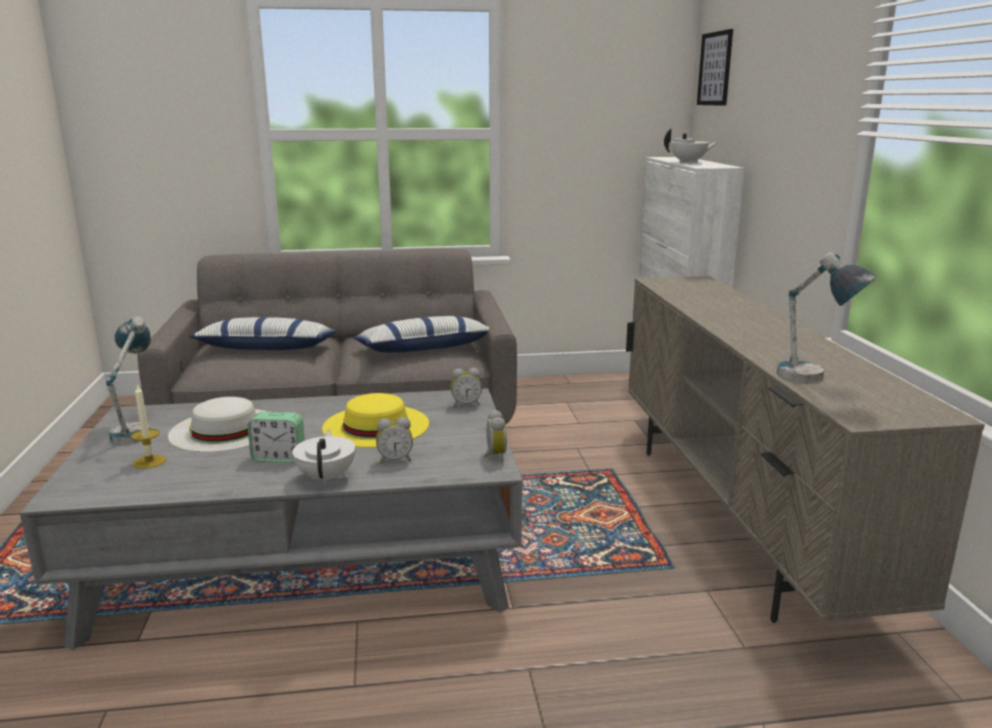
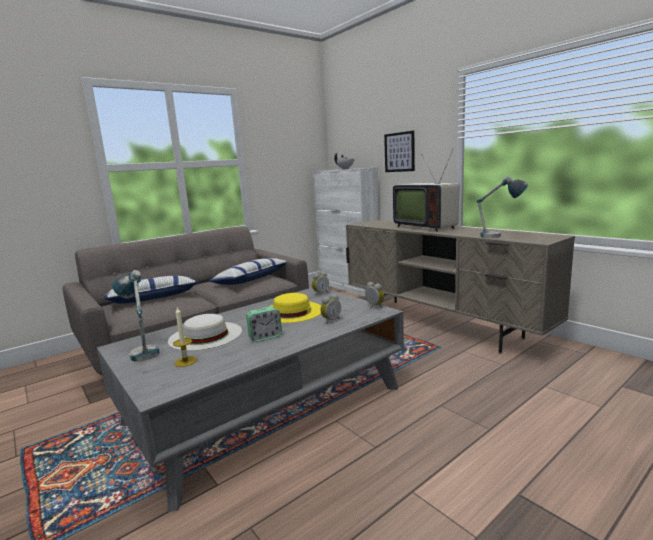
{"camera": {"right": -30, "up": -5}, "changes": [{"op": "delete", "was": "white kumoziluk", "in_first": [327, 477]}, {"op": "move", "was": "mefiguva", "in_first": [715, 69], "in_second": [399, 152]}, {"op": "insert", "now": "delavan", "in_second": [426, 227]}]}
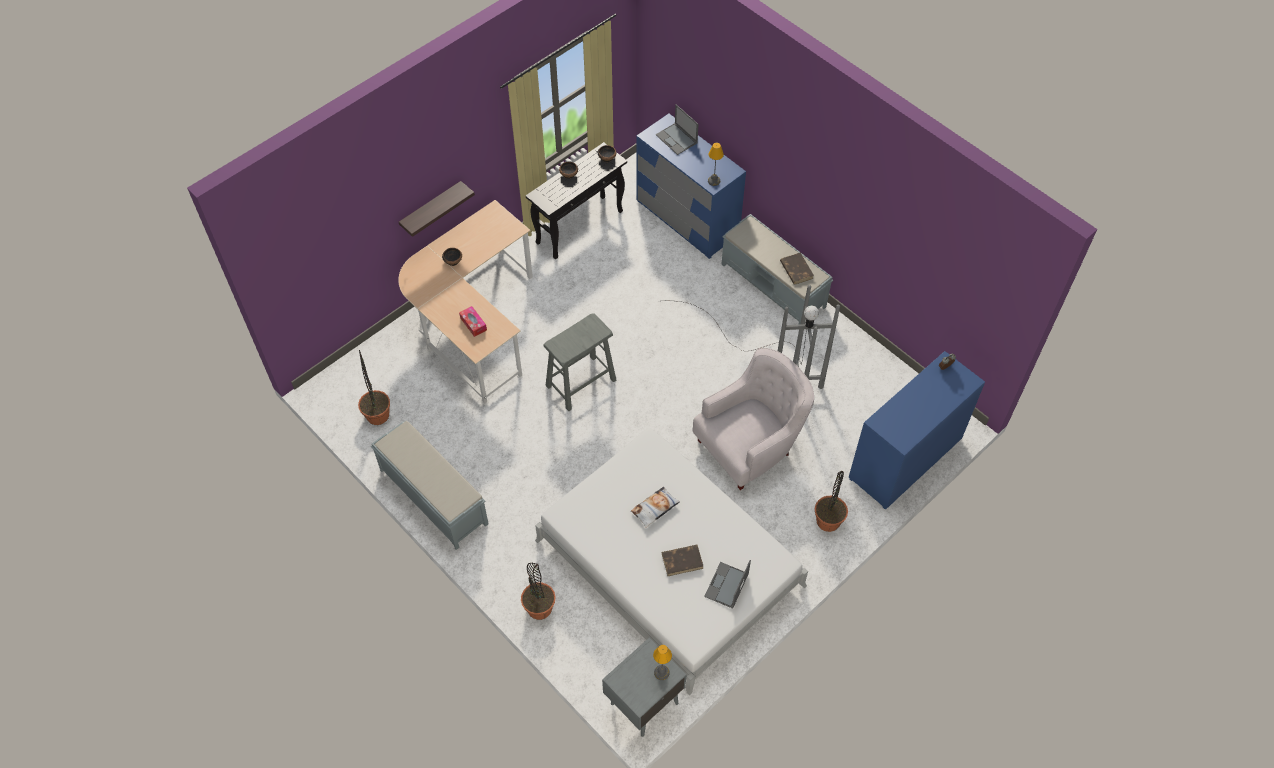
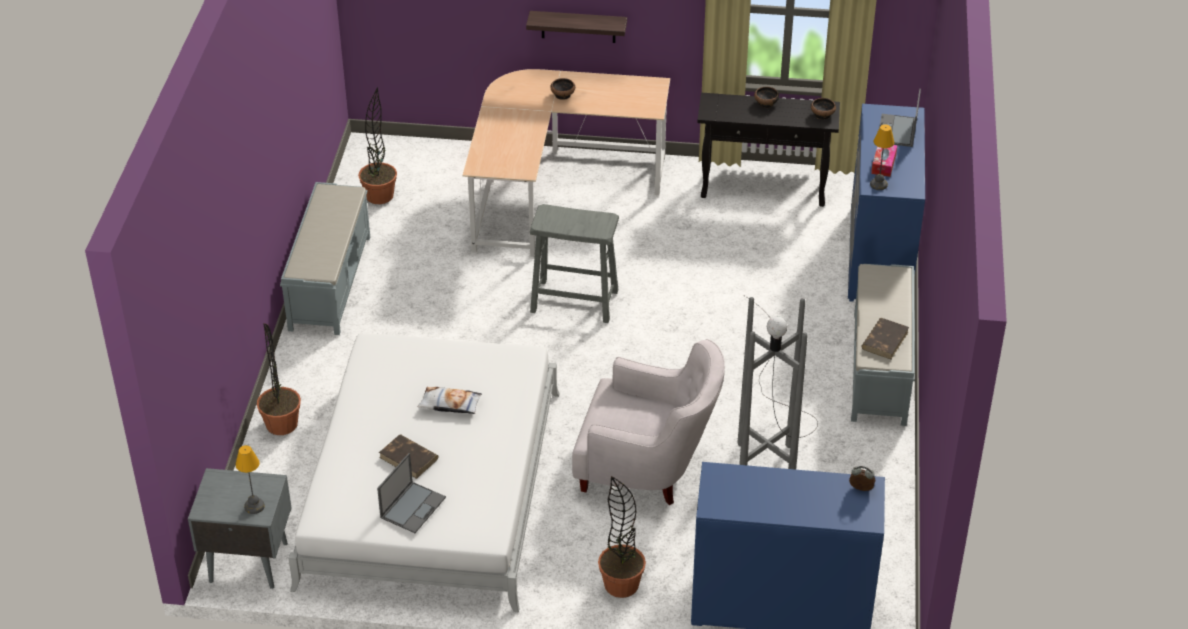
{"camera": {"right": 50, "up": -15}, "changes": [{"op": "move", "was": "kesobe", "in_first": [473, 324], "in_second": [883, 164]}, {"op": "rotate", "was": "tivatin", "in_first": [726, 586], "in_second": [413, 507], "clockwise": 135}]}
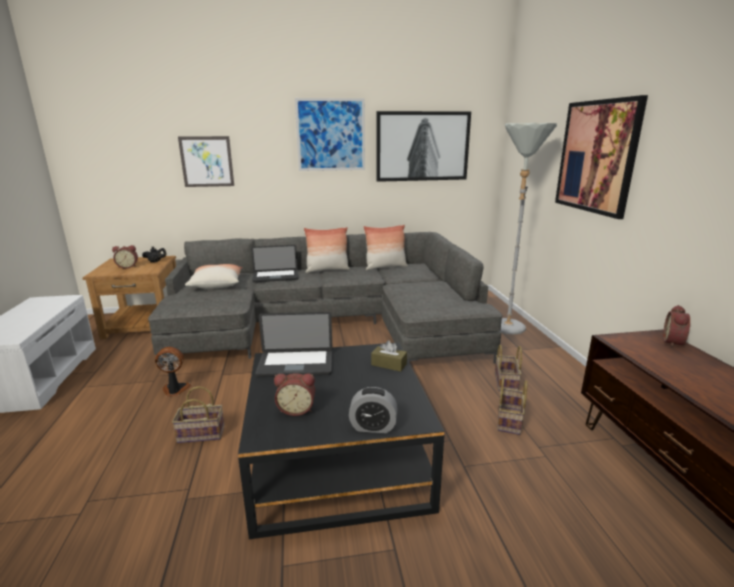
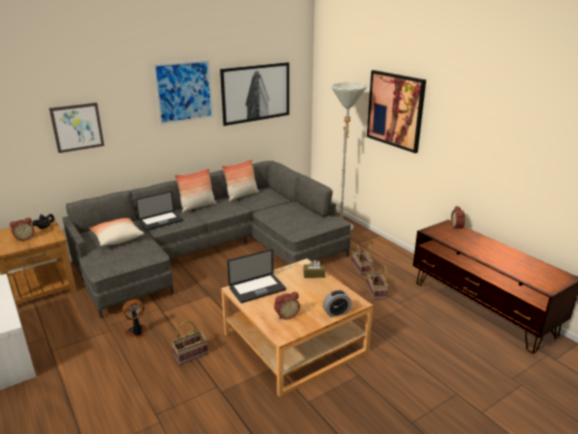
{"camera": {"right": -25, "up": 5}, "changes": [{"op": "recolor", "was": "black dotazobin", "now": "beige dotazobin", "in_first": [337, 459], "in_second": [294, 342]}]}
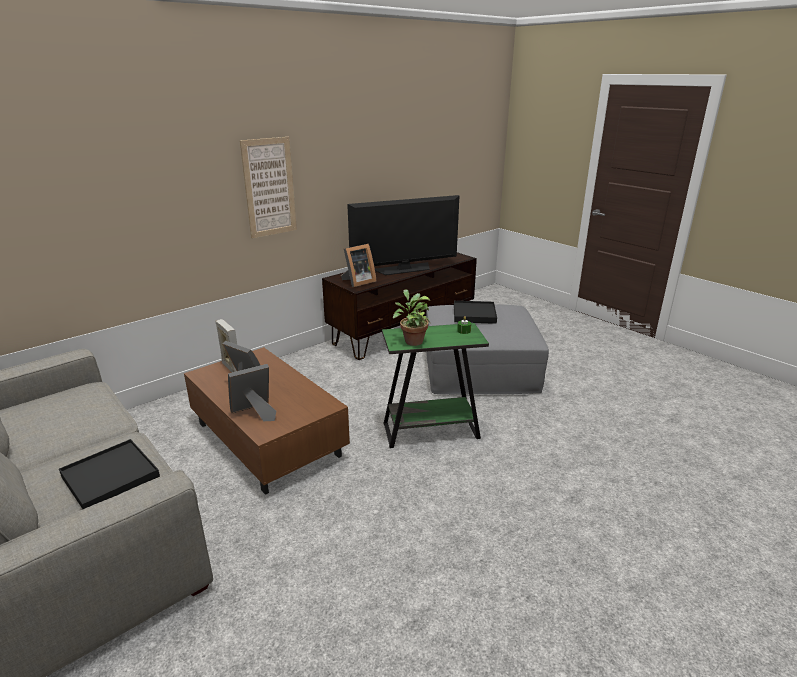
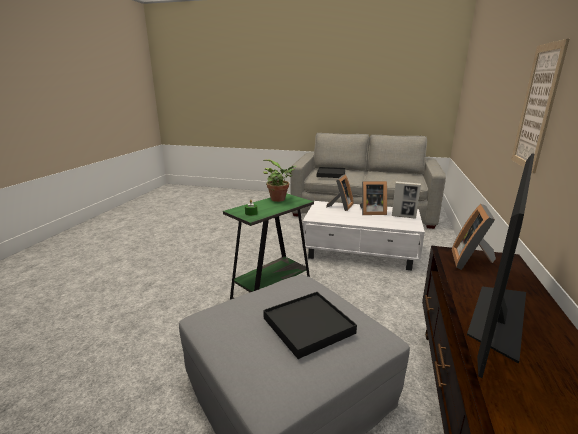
{"camera": {"right": 145, "up": -5}, "changes": [{"op": "recolor", "was": "brown dotazobin", "now": "white dotazobin", "in_first": [267, 438], "in_second": [361, 251]}]}
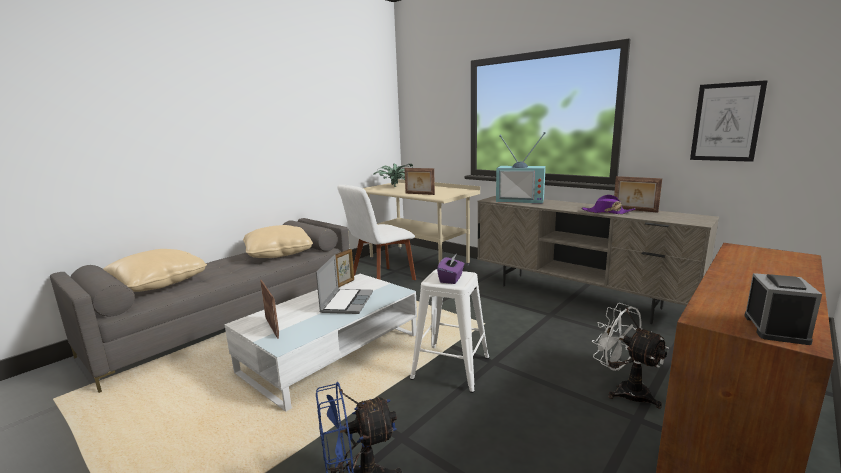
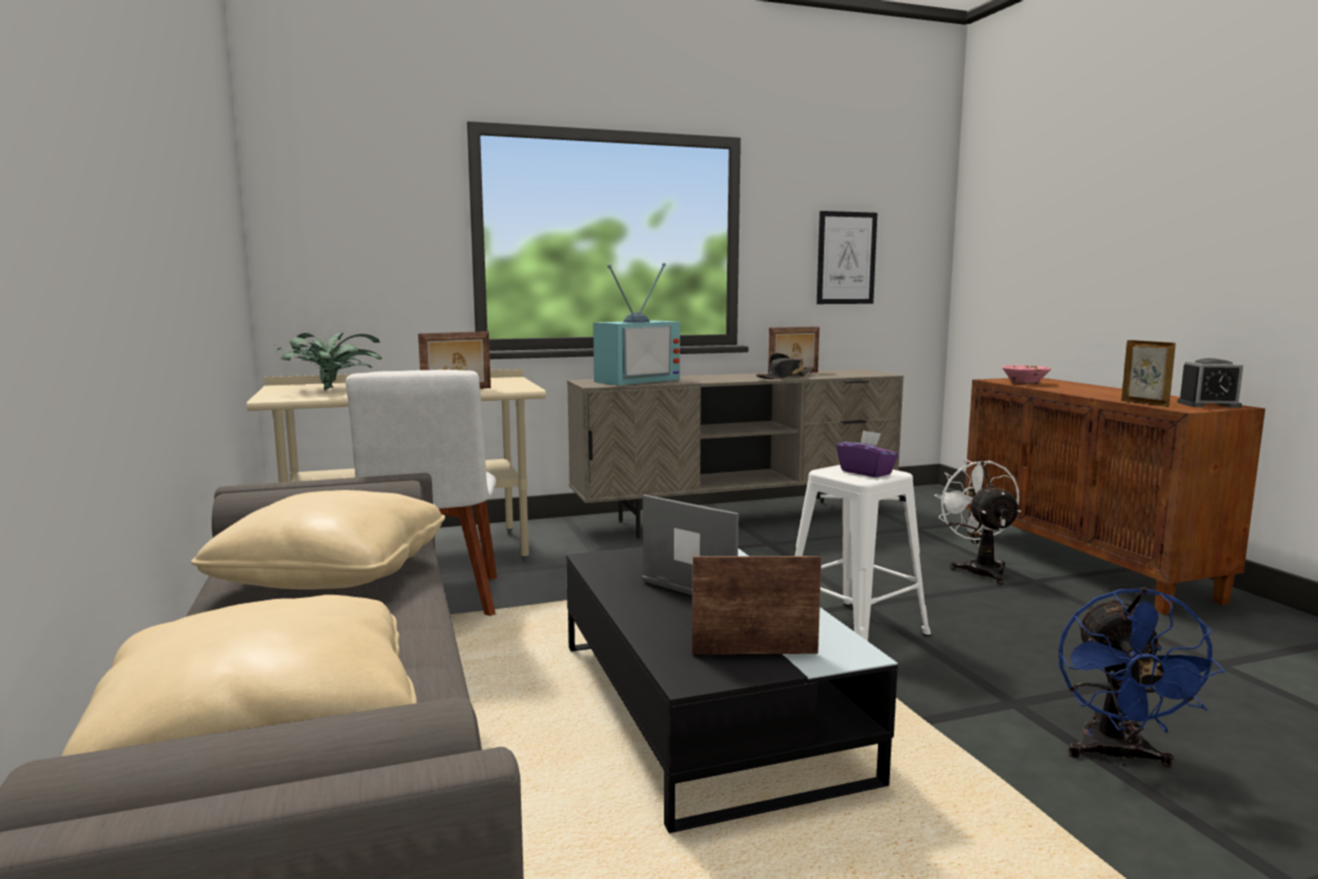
{"camera": {"right": -60, "up": -5}, "changes": [{"op": "recolor", "was": "white dotazobin", "now": "black dotazobin", "in_first": [331, 353], "in_second": [703, 707]}, {"op": "move", "was": "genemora", "in_first": [345, 284], "in_second": [1145, 404]}, {"op": "recolor", "was": "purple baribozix", "now": "black baribozix", "in_first": [607, 212], "in_second": [785, 377]}, {"op": "rotate", "was": "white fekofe", "in_first": [625, 390], "in_second": [979, 569], "clockwise": 90}, {"op": "rotate", "was": "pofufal", "in_first": [775, 329], "in_second": [1208, 405], "clockwise": 135}, {"op": "insert", "now": "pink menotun", "in_second": [1025, 383]}]}
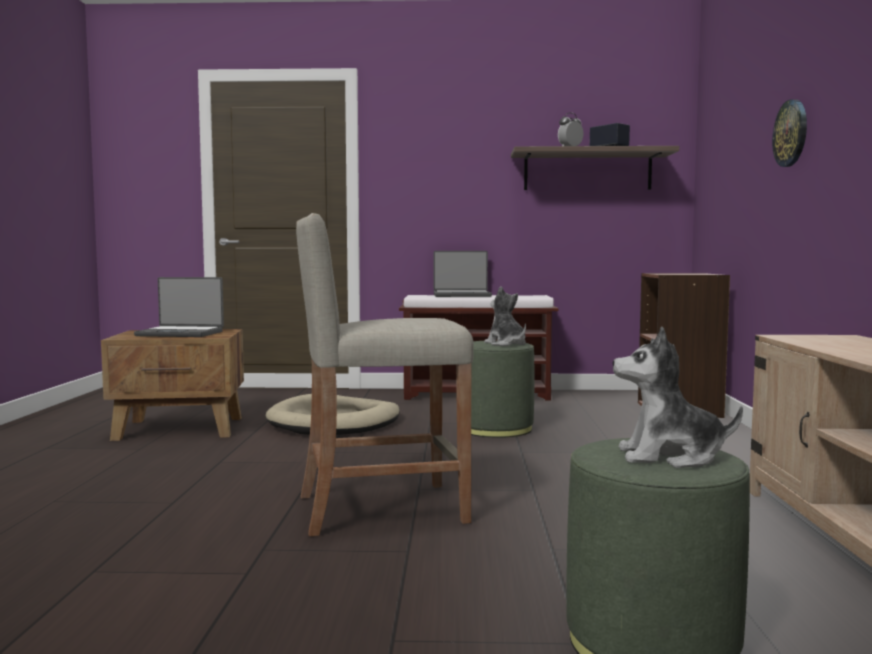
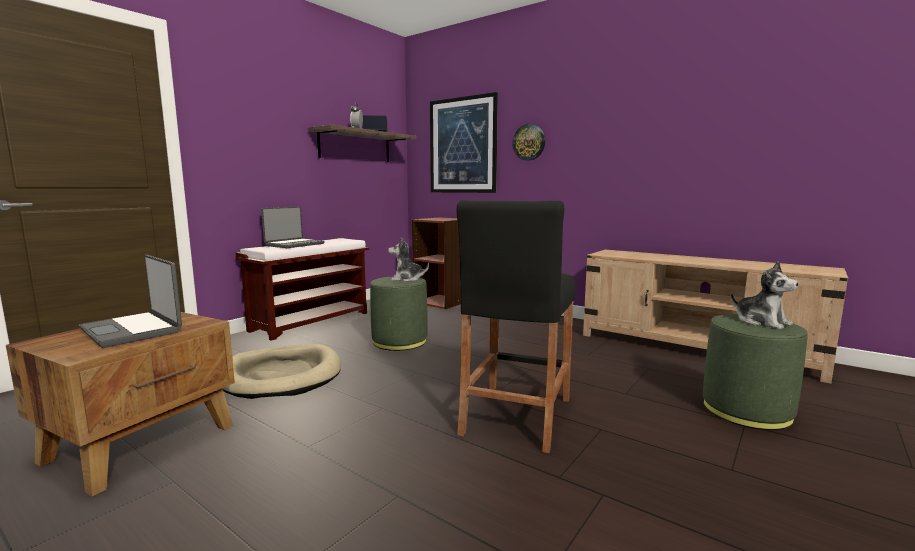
{"camera": {"right": -55, "up": 5}, "changes": [{"op": "rotate", "was": "tivatin", "in_first": [181, 333], "in_second": [133, 330], "clockwise": 90}, {"op": "recolor", "was": "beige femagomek", "now": "black femagomek", "in_first": [381, 508], "in_second": [516, 415]}, {"op": "rotate", "was": "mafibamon", "in_first": [670, 457], "in_second": [761, 322], "clockwise": -75}, {"op": "insert", "now": "mefiguva", "in_second": [462, 145]}]}
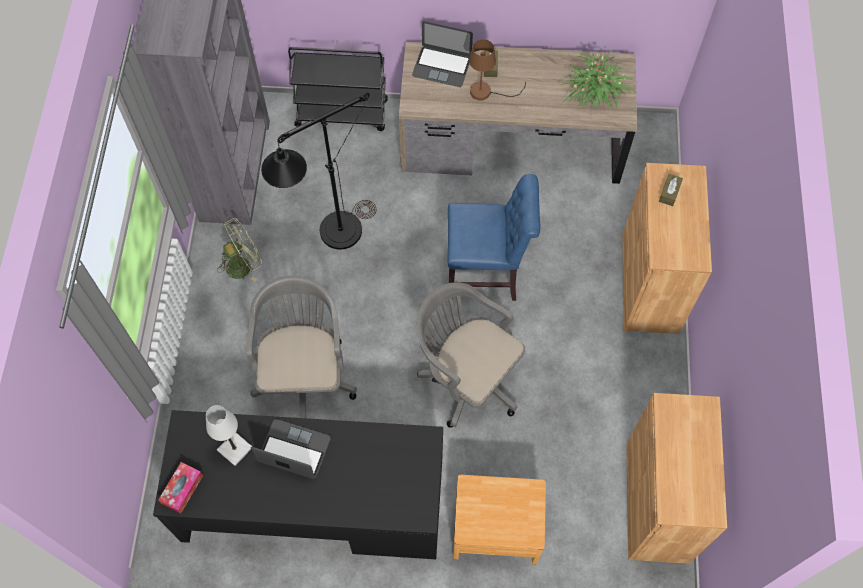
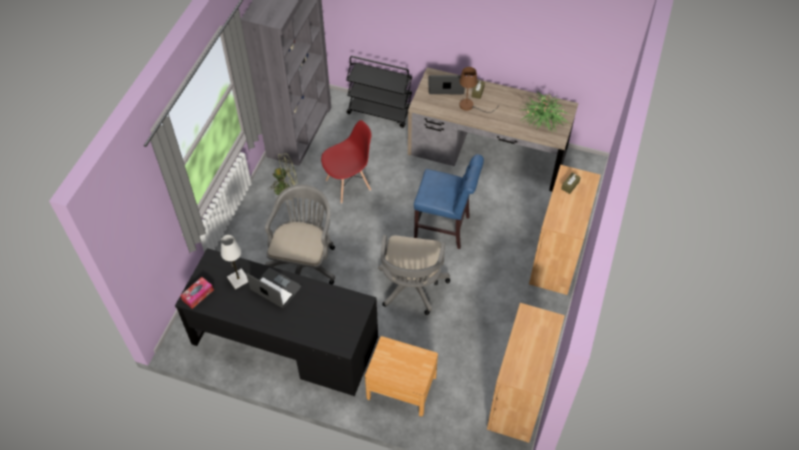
{"camera": {"right": 15, "up": -10}, "changes": [{"op": "replace", "was": "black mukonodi", "now": "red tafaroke", "in_first": [331, 238], "in_second": [348, 185]}, {"op": "rotate", "was": "tivatin", "in_first": [442, 66], "in_second": [446, 86], "clockwise": 150}, {"op": "rotate", "was": "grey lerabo", "in_first": [466, 377], "in_second": [411, 288], "clockwise": -135}]}
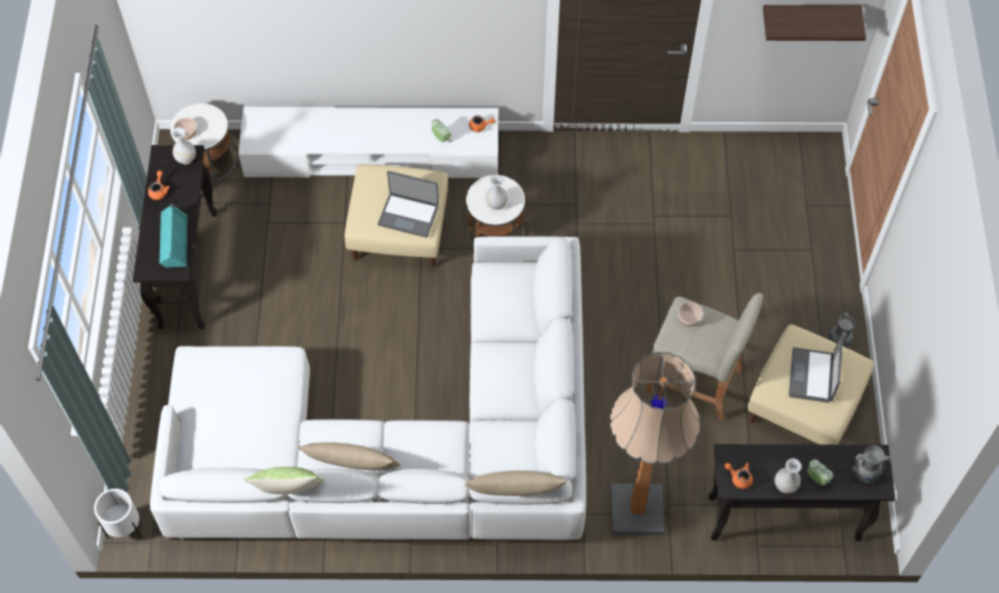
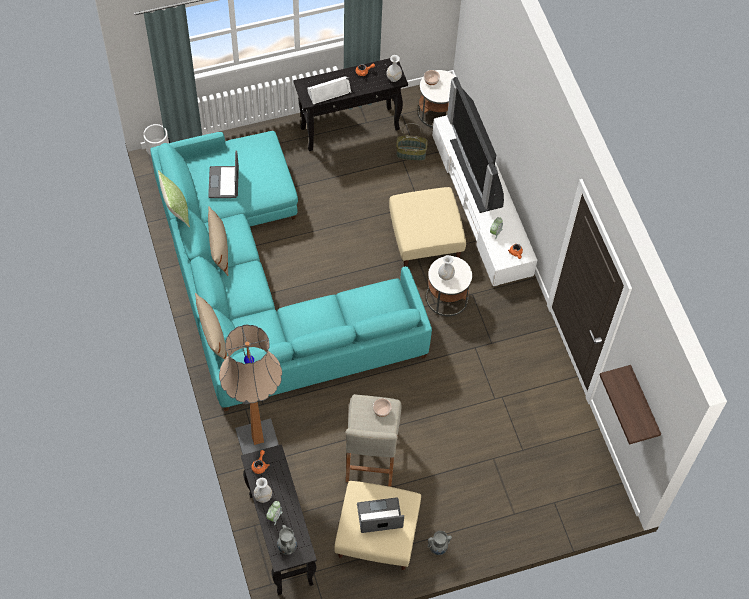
{"camera": {"right": 70, "up": 0}, "changes": [{"op": "recolor", "was": "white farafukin", "now": "turquoise farafukin", "in_first": [400, 441], "in_second": [265, 286]}, {"op": "recolor", "was": "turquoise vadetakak", "now": "white vadetakak", "in_first": [173, 241], "in_second": [329, 91]}, {"op": "move", "was": "tivatin", "in_first": [409, 214], "in_second": [224, 182]}, {"op": "insert", "now": "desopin", "in_second": [411, 153]}, {"op": "insert", "now": "delavan", "in_second": [478, 173]}]}
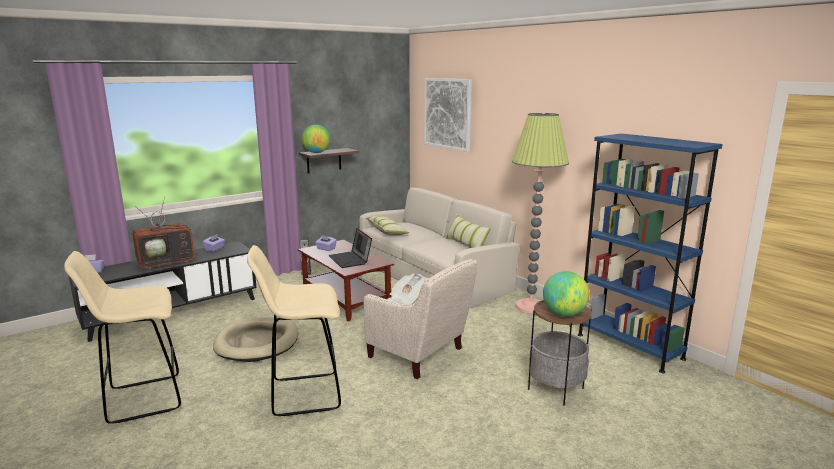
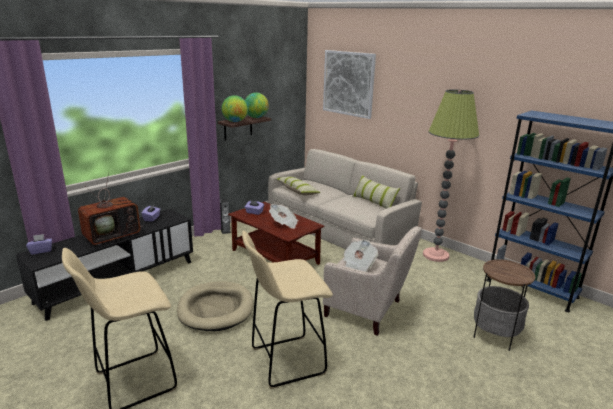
{"camera": {"right": -10, "up": 5}, "changes": [{"op": "replace", "was": "tivatin", "now": "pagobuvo", "in_first": [351, 260], "in_second": [284, 223]}, {"op": "move", "was": "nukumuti", "in_first": [564, 314], "in_second": [256, 117]}]}
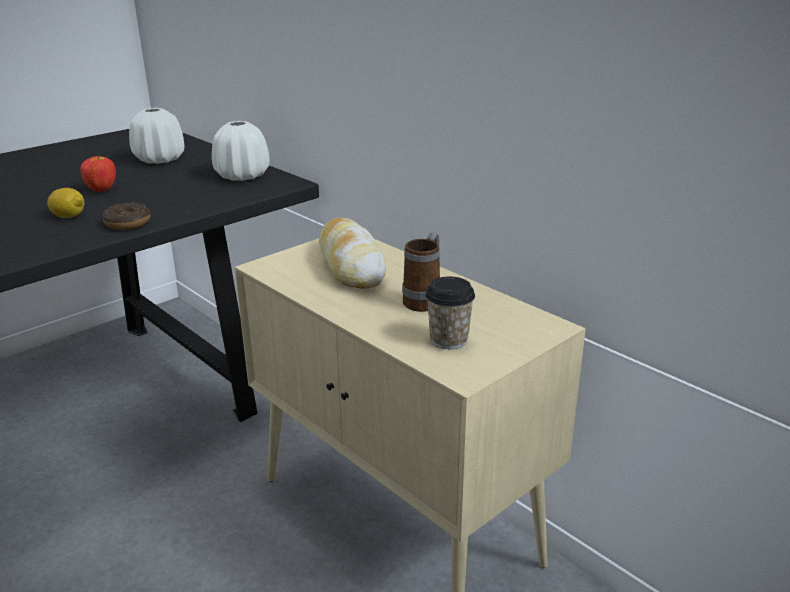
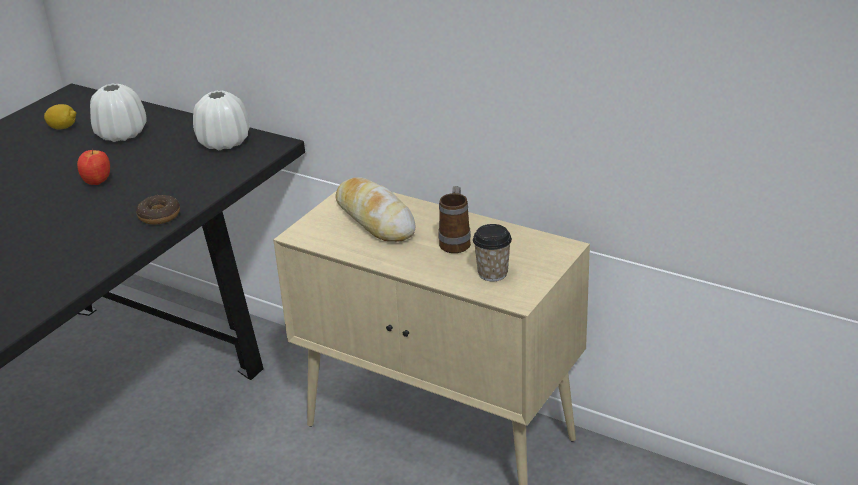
{"camera": {"right": -15, "up": 5}, "changes": [{"op": "move", "was": "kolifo", "in_first": [69, 216], "in_second": [63, 127]}]}
